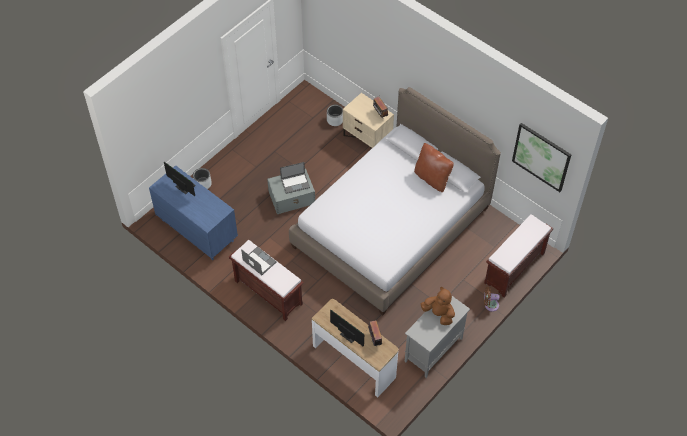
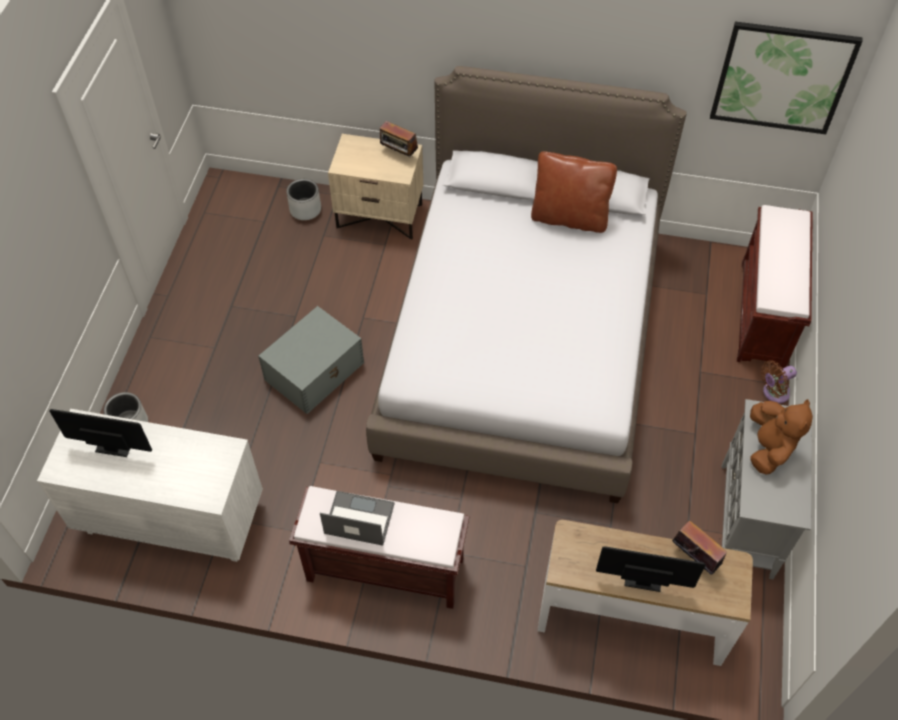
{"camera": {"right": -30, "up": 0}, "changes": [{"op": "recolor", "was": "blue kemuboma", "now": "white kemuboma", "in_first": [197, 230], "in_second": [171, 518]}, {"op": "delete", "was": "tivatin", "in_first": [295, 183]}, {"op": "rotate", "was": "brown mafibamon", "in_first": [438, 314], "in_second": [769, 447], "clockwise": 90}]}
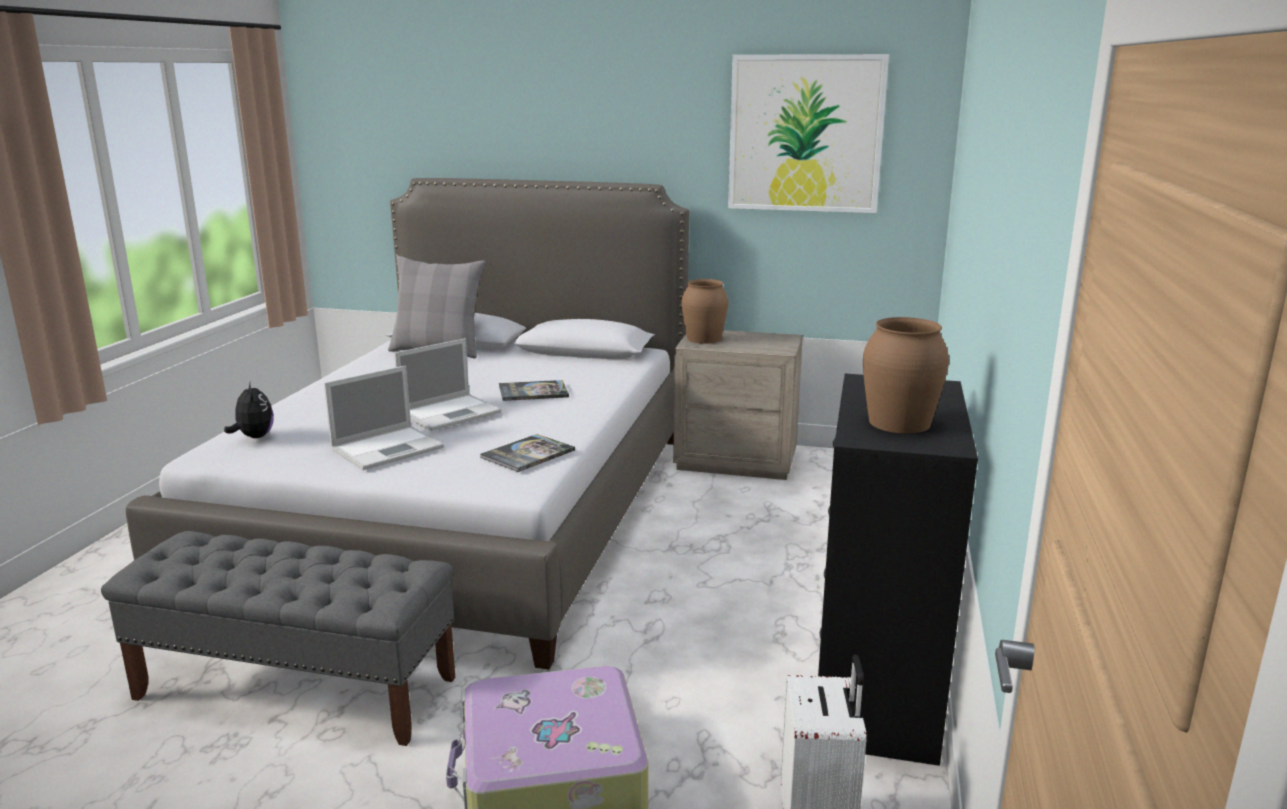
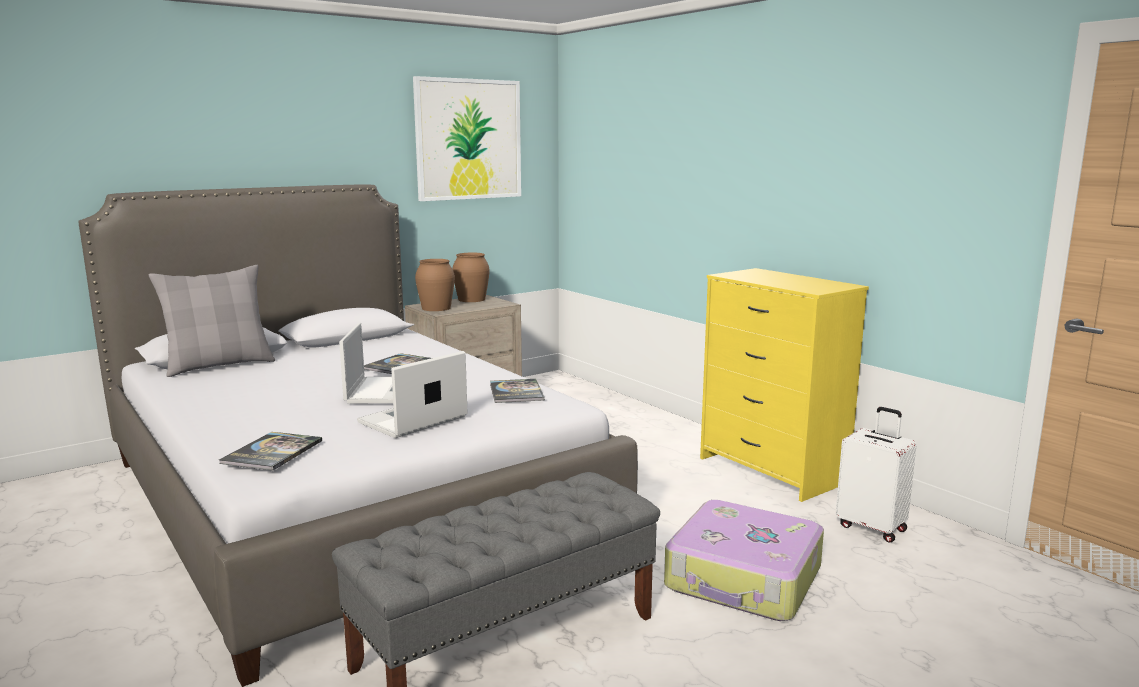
{"camera": {"right": -50, "up": -5}, "changes": [{"op": "replace", "was": "mafibamon", "now": "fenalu", "in_first": [254, 437], "in_second": [272, 452]}, {"op": "rotate", "was": "tivatin", "in_first": [389, 448], "in_second": [411, 420], "clockwise": -135}, {"op": "recolor", "was": "black kemuboma", "now": "yellow kemuboma", "in_first": [875, 690], "in_second": [771, 470]}, {"op": "move", "was": "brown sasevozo", "in_first": [900, 423], "in_second": [472, 299]}]}
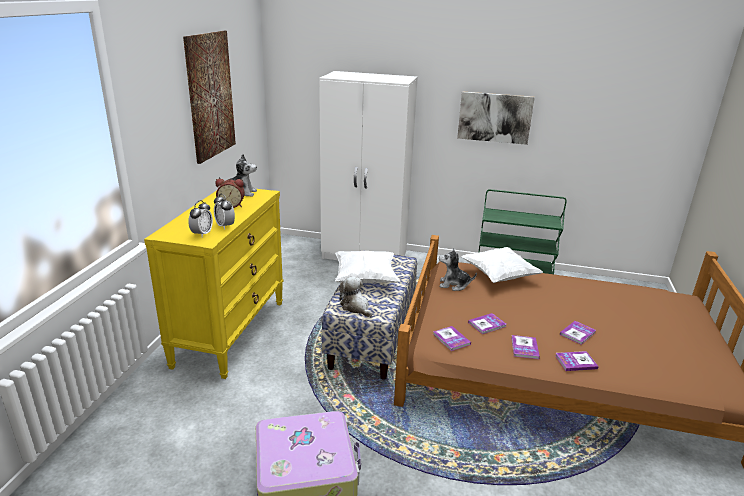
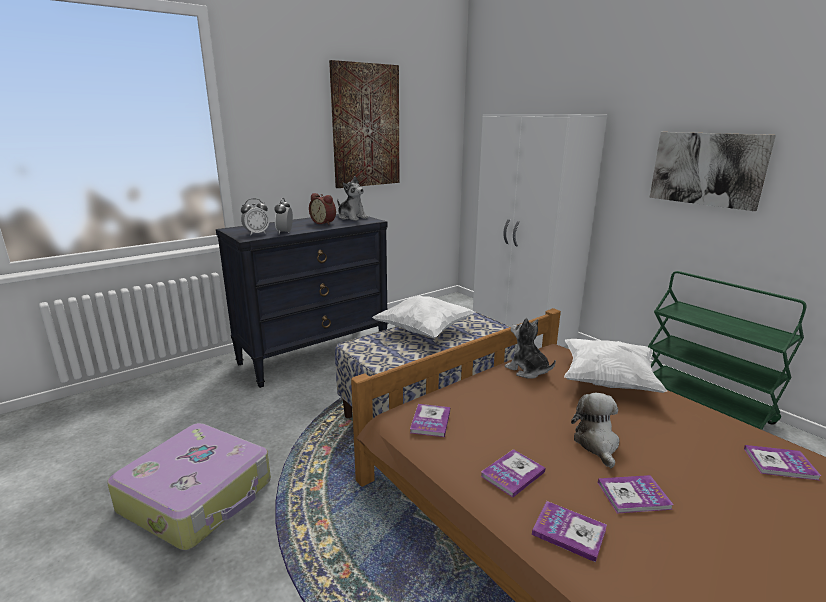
{"camera": {"right": 40, "up": -5}, "changes": [{"op": "recolor", "was": "yellow kemuboma", "now": "black kemuboma", "in_first": [230, 332], "in_second": [314, 355]}, {"op": "move", "was": "mafibamon", "in_first": [356, 307], "in_second": [597, 443]}, {"op": "move", "was": "fenalu", "in_first": [487, 324], "in_second": [780, 464]}]}
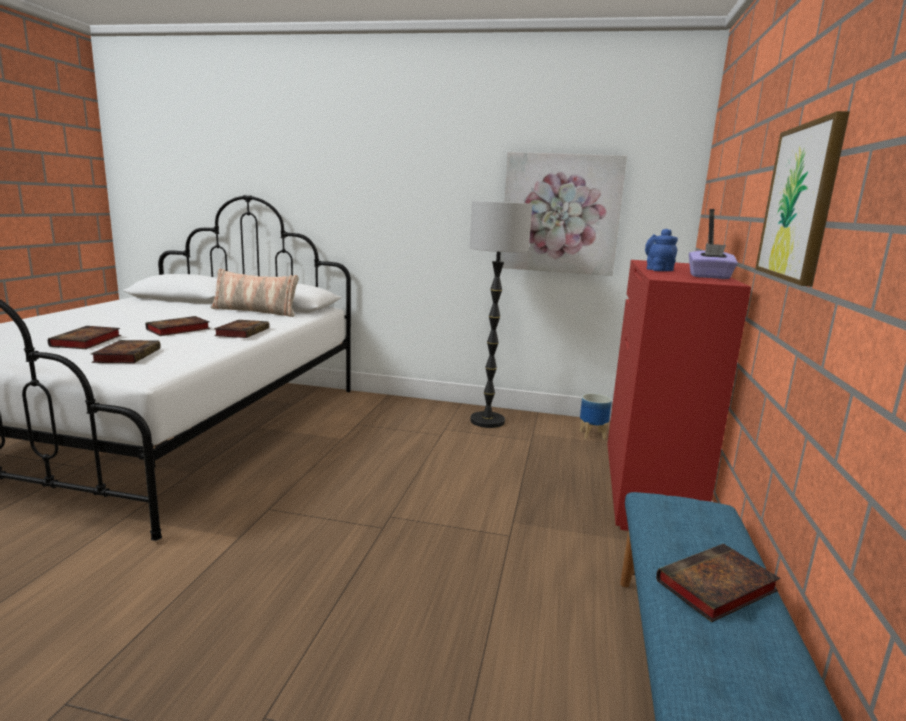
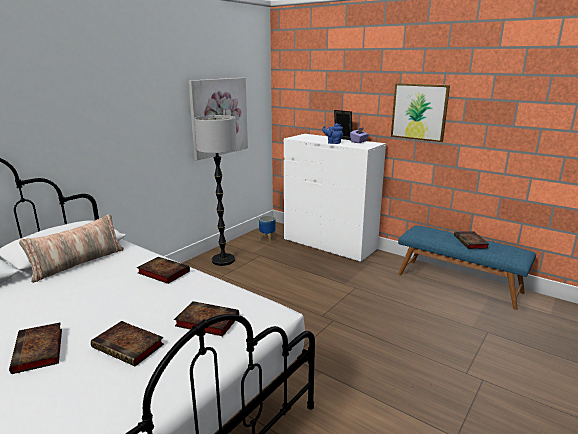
{"camera": {"right": -65, "up": 5}, "changes": [{"op": "move", "was": "fenalu", "in_first": [177, 330], "in_second": [39, 351]}, {"op": "recolor", "was": "red kemuboma", "now": "white kemuboma", "in_first": [647, 487], "in_second": [329, 245]}]}
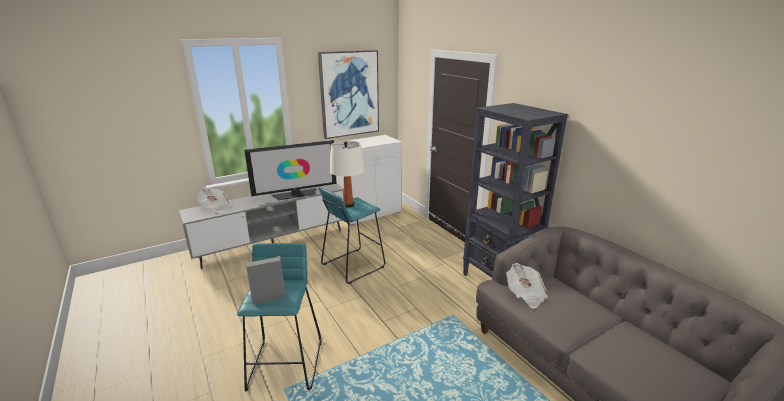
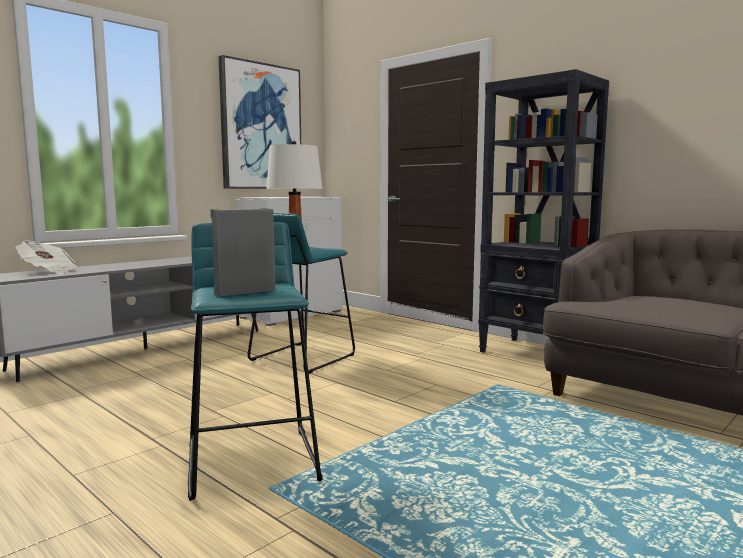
{"camera": {"right": -15, "up": -15}, "changes": [{"op": "delete", "was": "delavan", "in_first": [295, 194]}, {"op": "delete", "was": "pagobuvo", "in_first": [525, 294]}]}
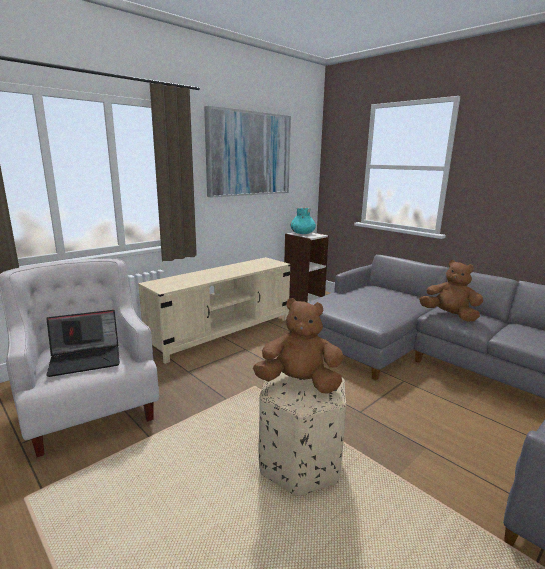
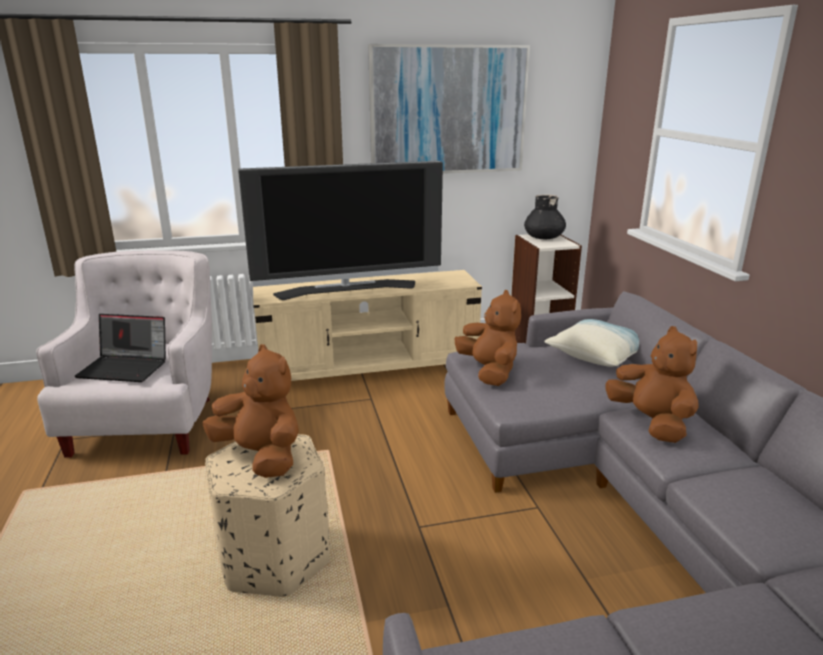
{"camera": {"right": 30, "up": 5}, "changes": [{"op": "recolor", "was": "turquoise sasevozo", "now": "black sasevozo", "in_first": [302, 233], "in_second": [544, 237]}, {"op": "insert", "now": "delavan", "in_second": [347, 290]}, {"op": "insert", "now": "brown mafibamon", "in_second": [489, 372]}, {"op": "insert", "now": "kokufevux", "in_second": [597, 354]}]}
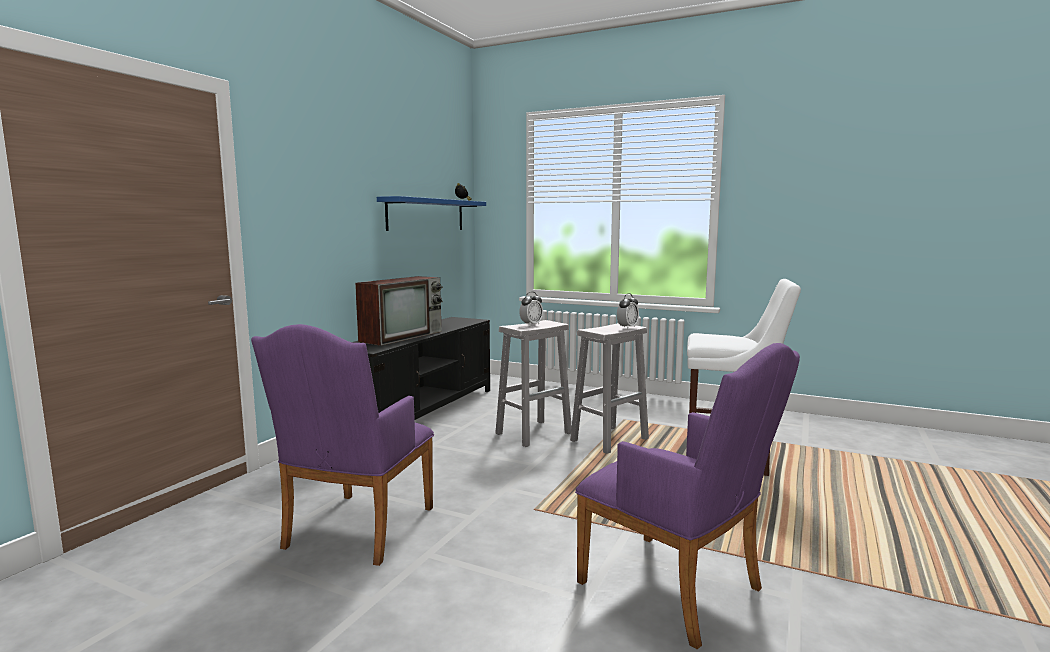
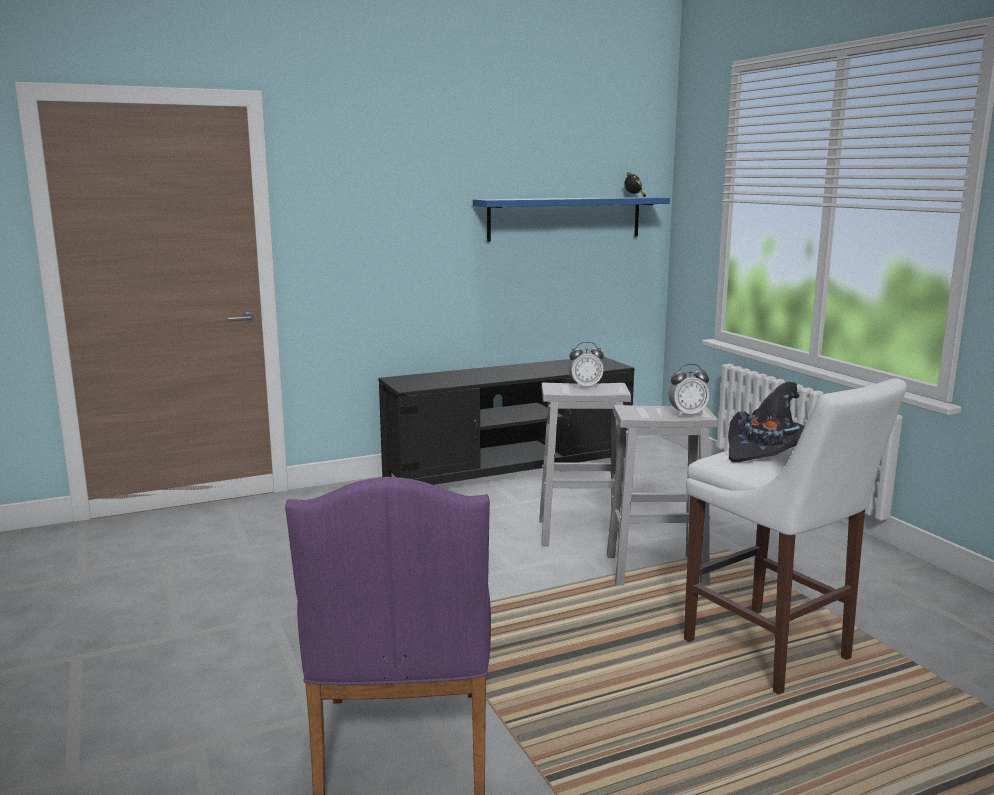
{"camera": {"right": 40, "up": 5}, "changes": [{"op": "delete", "was": "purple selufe", "in_first": [355, 531]}, {"op": "delete", "was": "delavan", "in_first": [402, 336]}, {"op": "insert", "now": "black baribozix", "in_second": [768, 451]}]}
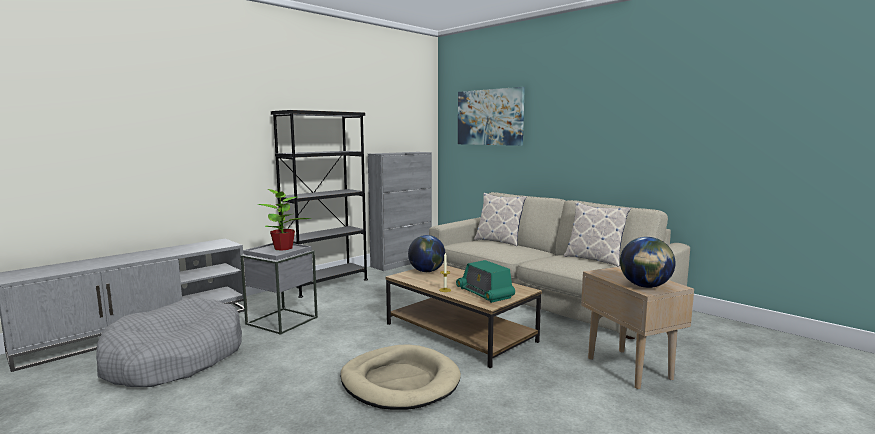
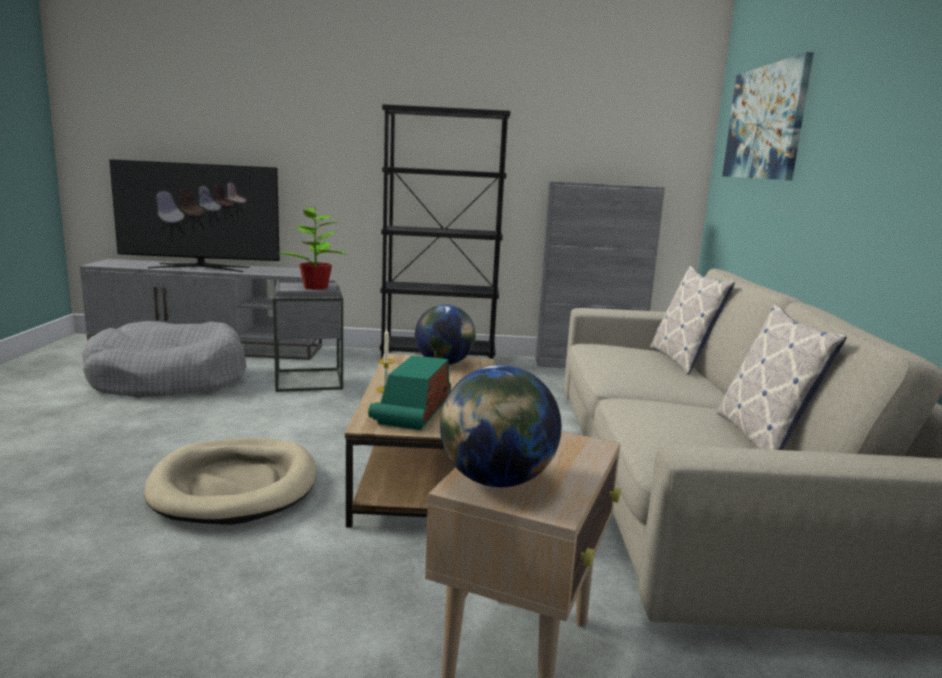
{"camera": {"right": 45, "up": 5}, "changes": [{"op": "insert", "now": "delavan", "in_second": [200, 267]}]}
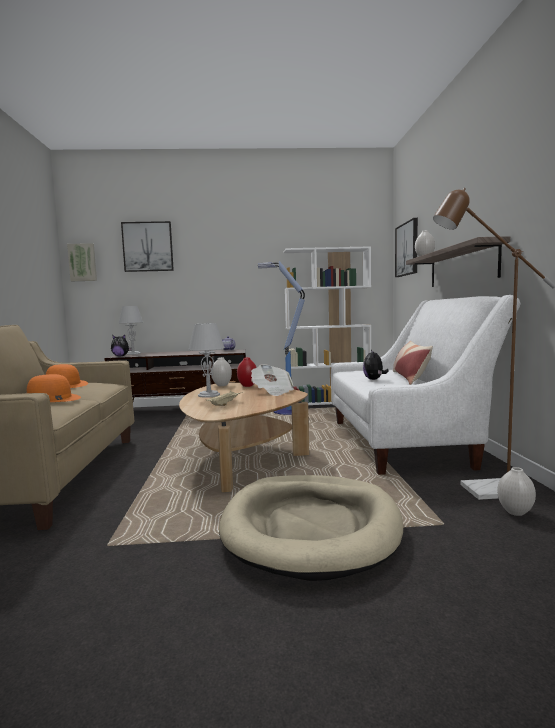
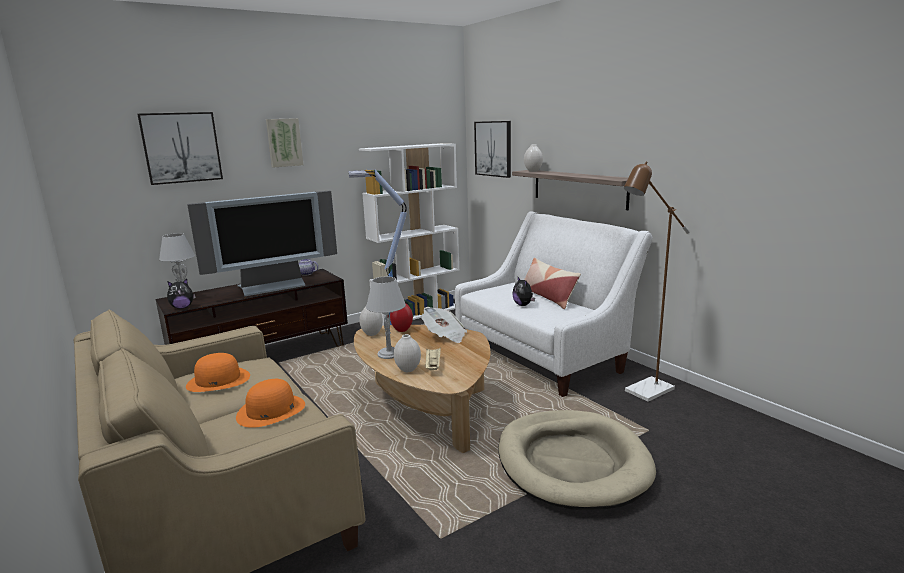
{"camera": {"right": -30, "up": 10}, "changes": [{"op": "move", "was": "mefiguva", "in_first": [82, 262], "in_second": [284, 142]}, {"op": "move", "was": "white sasevozo", "in_first": [515, 512], "in_second": [408, 369]}, {"op": "insert", "now": "delavan", "in_second": [272, 287]}]}
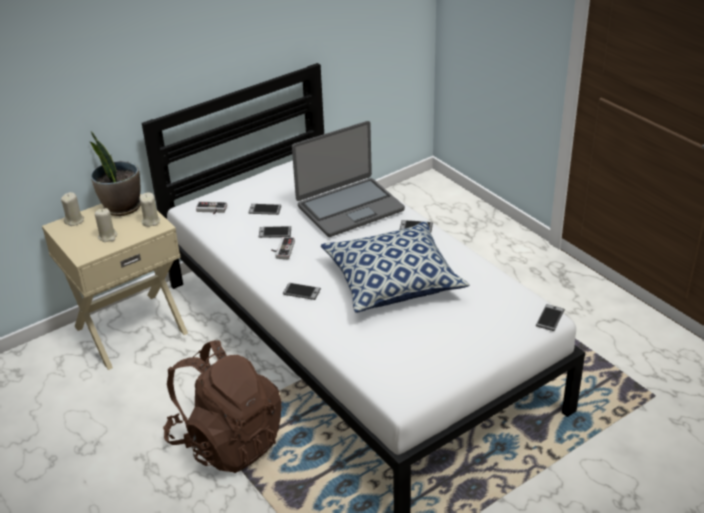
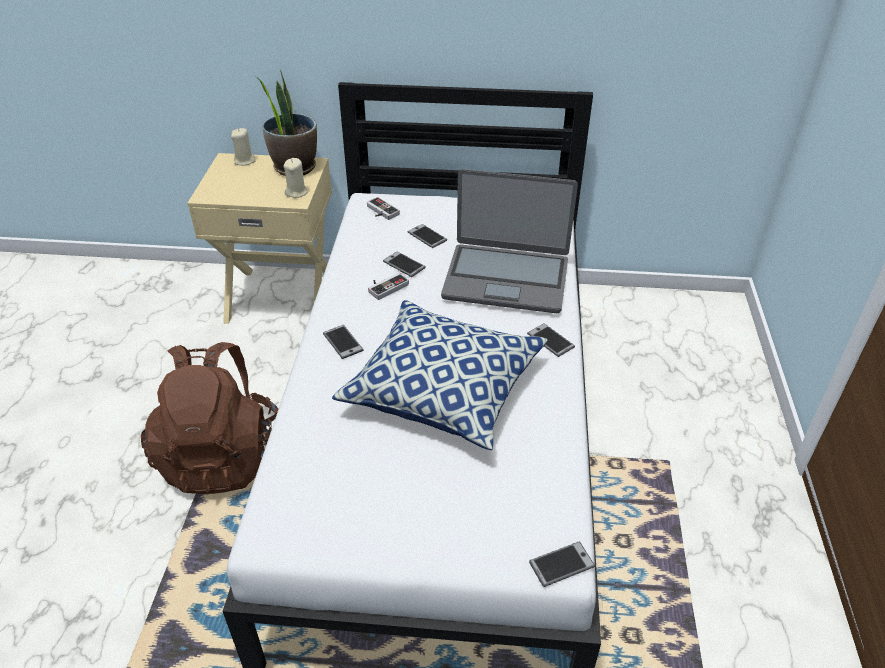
{"camera": {"right": 40, "up": 5}, "changes": [{"op": "delete", "was": "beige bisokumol", "in_first": [108, 236]}]}
